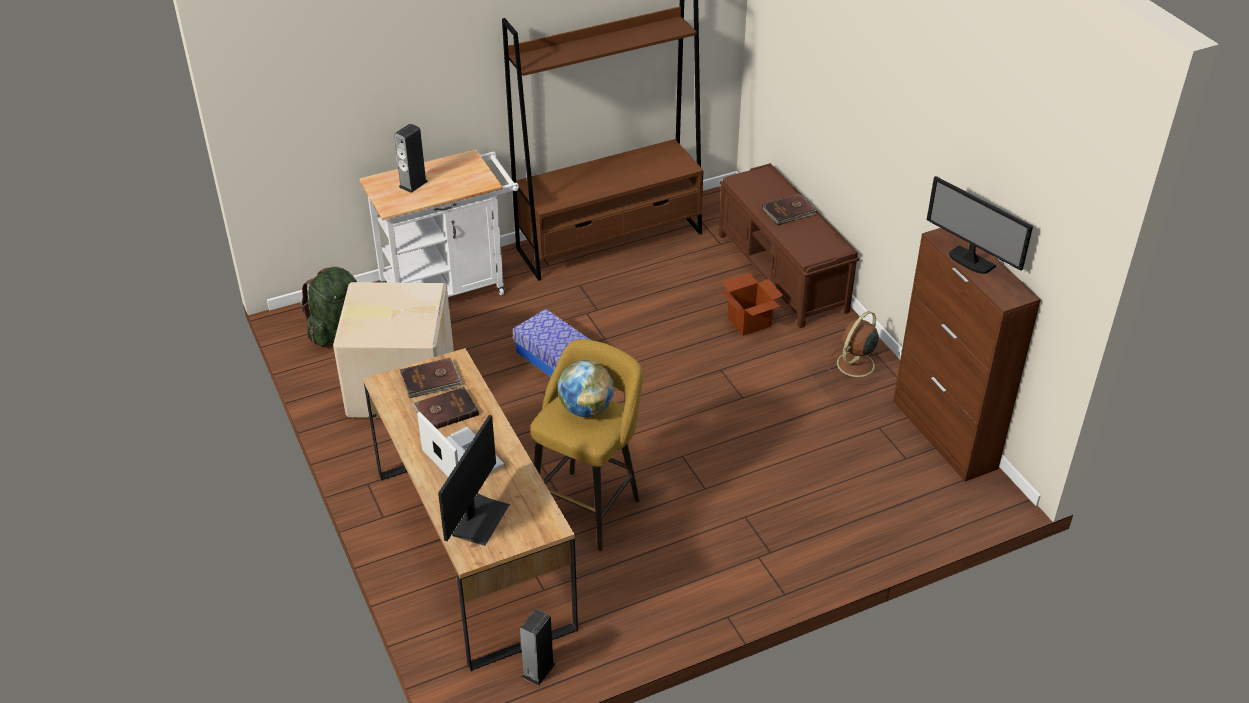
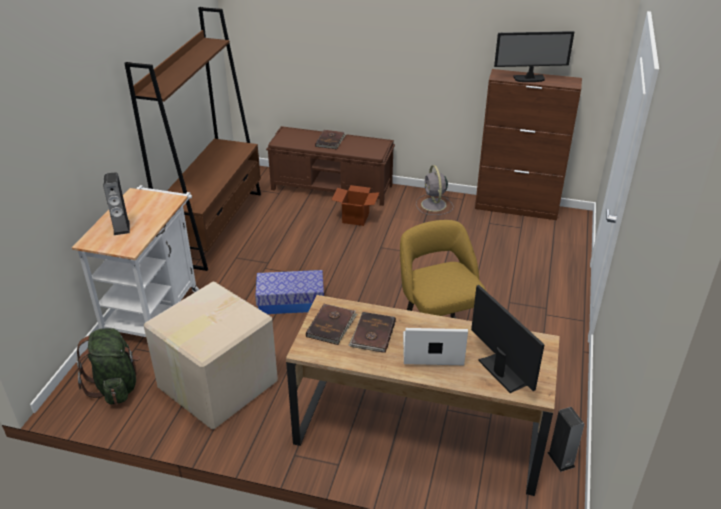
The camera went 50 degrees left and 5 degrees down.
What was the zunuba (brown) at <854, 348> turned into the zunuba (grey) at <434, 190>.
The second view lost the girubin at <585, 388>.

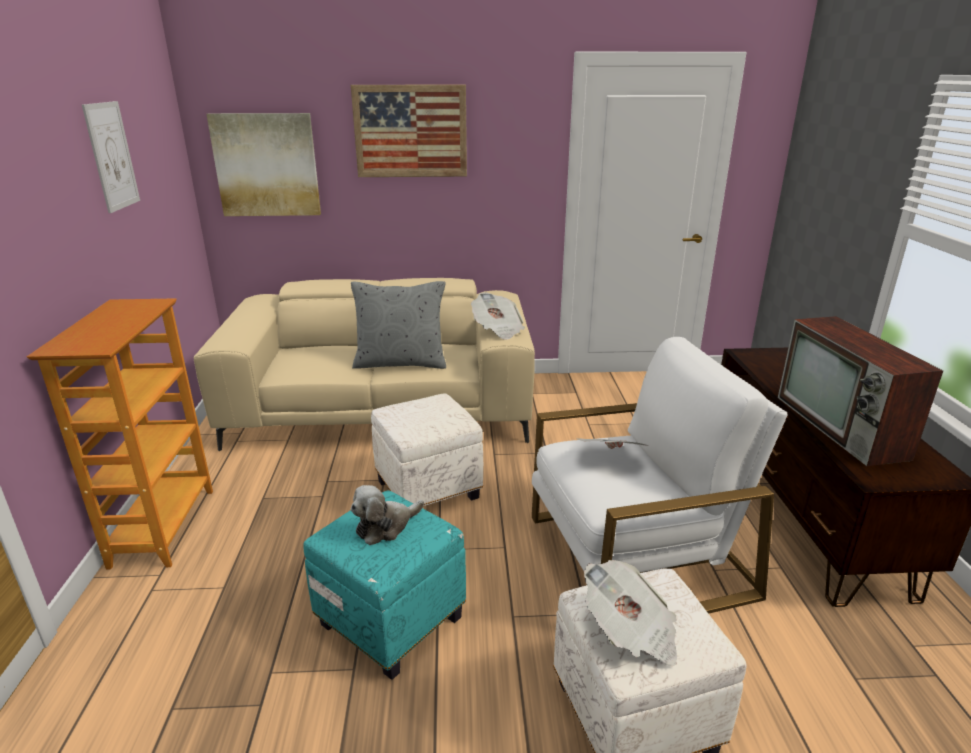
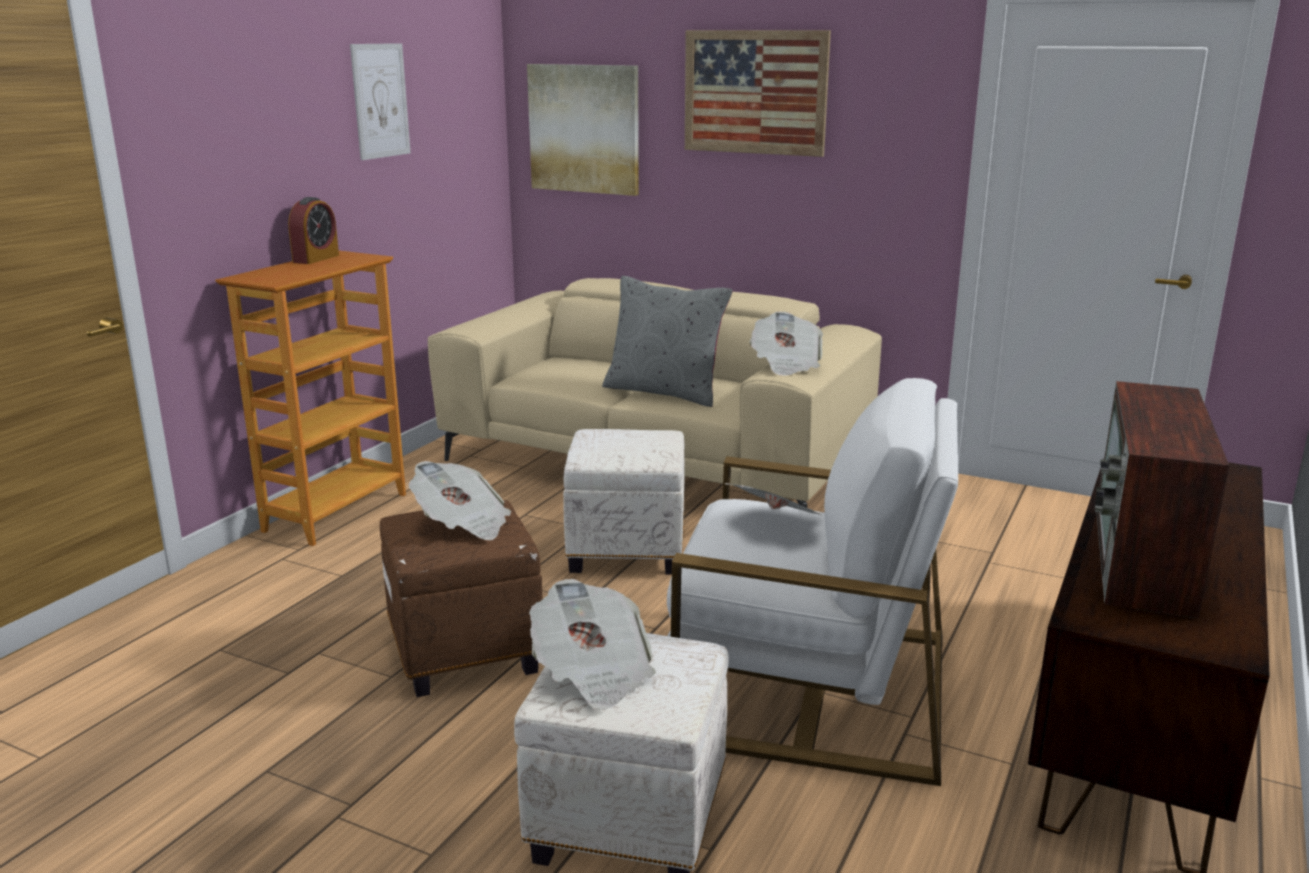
The camera went 30 degrees right and 5 degrees down.
Where the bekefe stood at <387, 515>, the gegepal came to stand at <459, 500>.
What was the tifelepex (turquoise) at <384, 585> turned into the tifelepex (brown) at <461, 598>.
The second view gained the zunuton at <313, 230>.

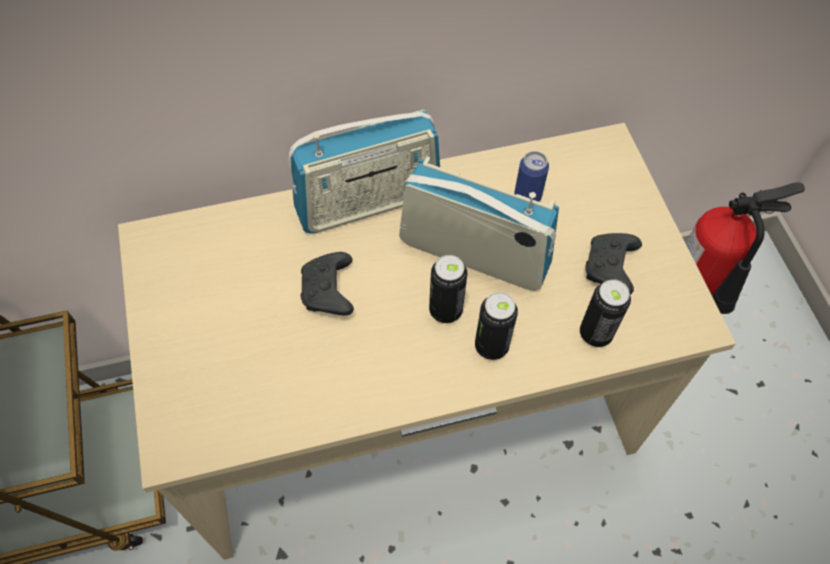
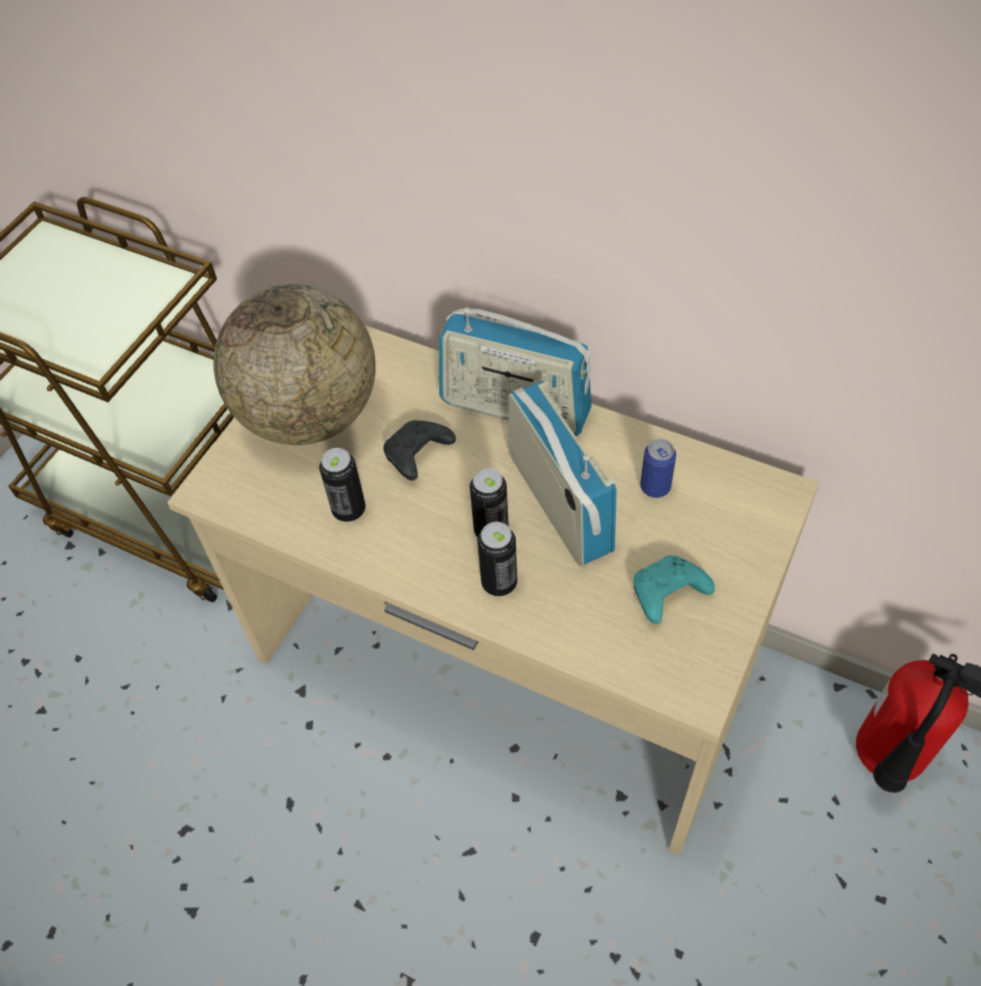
The camera went 45 degrees right and 5 degrees down.
What was the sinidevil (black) at <614, 264> turned into the sinidevil (turquoise) at <674, 589>.
The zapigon ended up elsewhere, having gone from <605, 313> to <342, 485>.
The second view gained the girubin at <294, 364>.

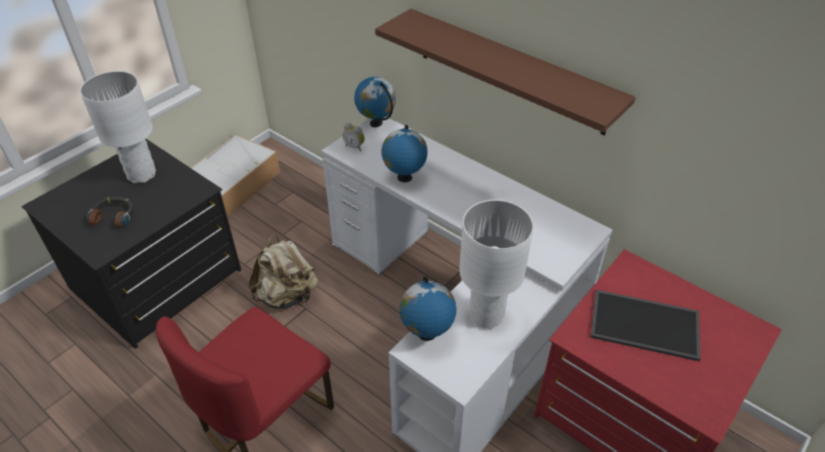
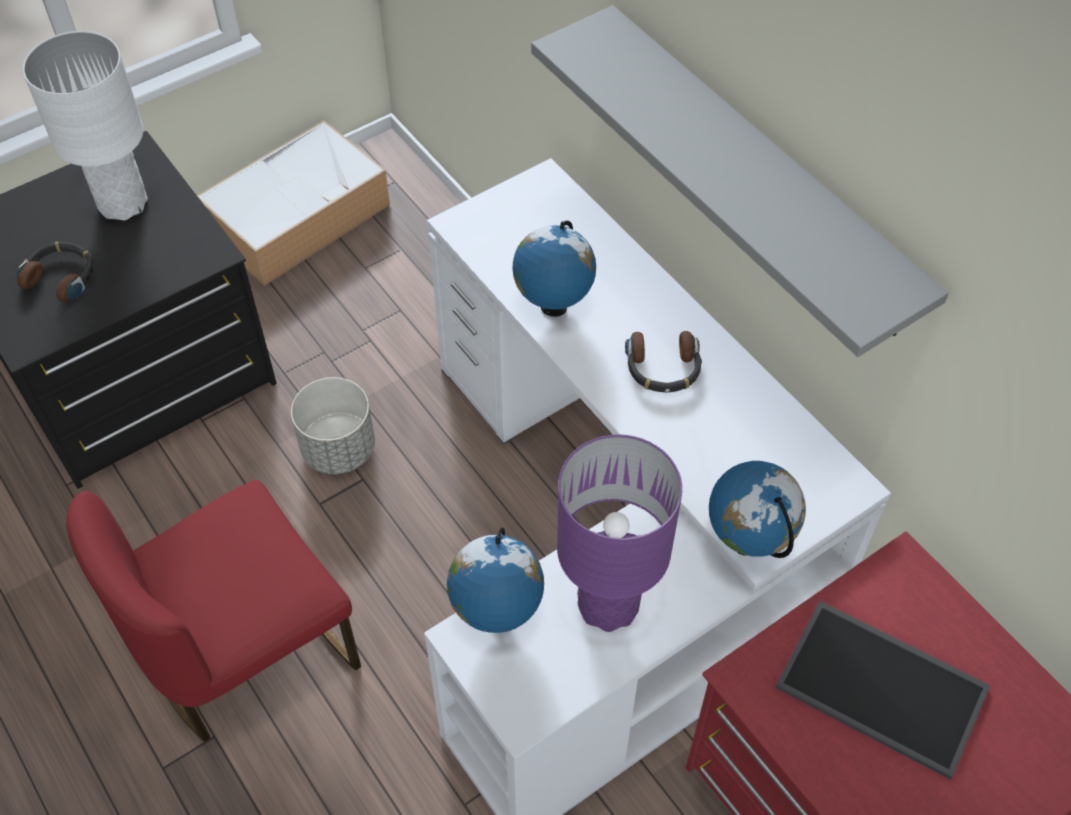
The camera went 15 degrees right and 10 degrees up.
What was the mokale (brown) at <505, 72> turned into the mokale (grey) at <740, 181>.
The girubin ended up elsewhere, having gone from <375, 102> to <757, 509>.
The second view lost the zunuton at <354, 137>.
What was the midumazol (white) at <496, 264> turned into the midumazol (purple) at <619, 533>.
Where the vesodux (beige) stood at <283, 271>, the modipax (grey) came to stand at <333, 425>.
The second view gained the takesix at <663, 361>.

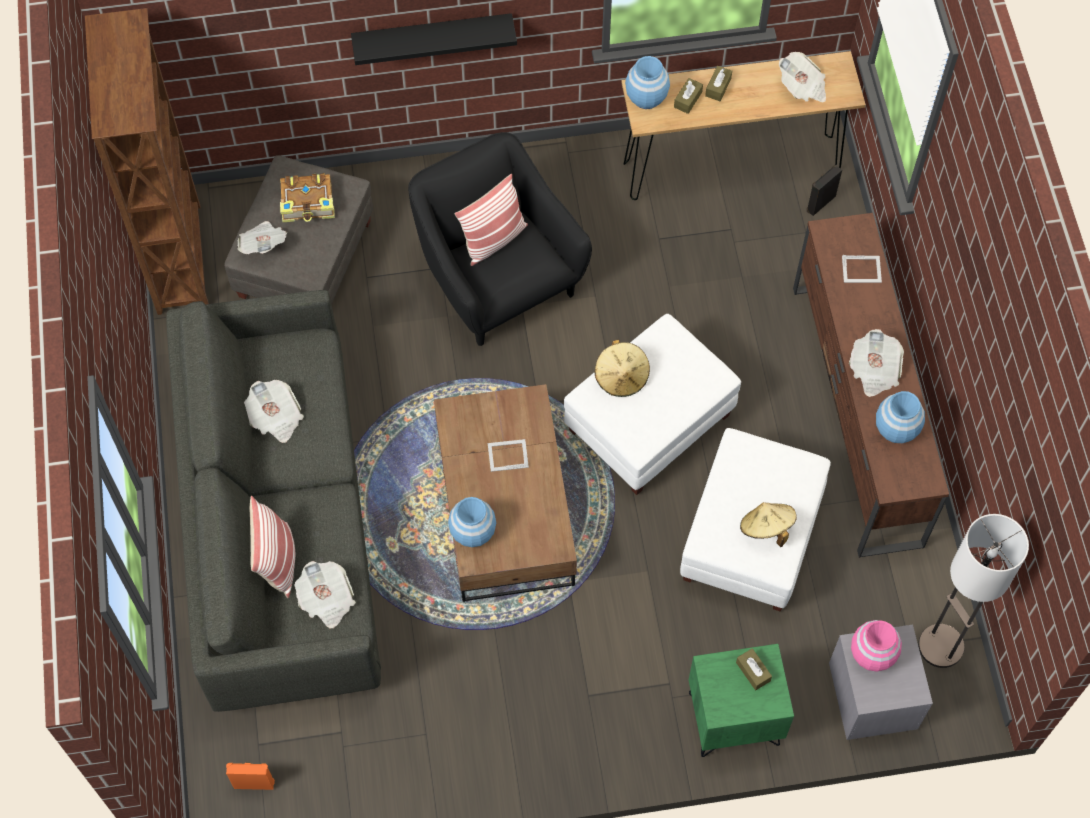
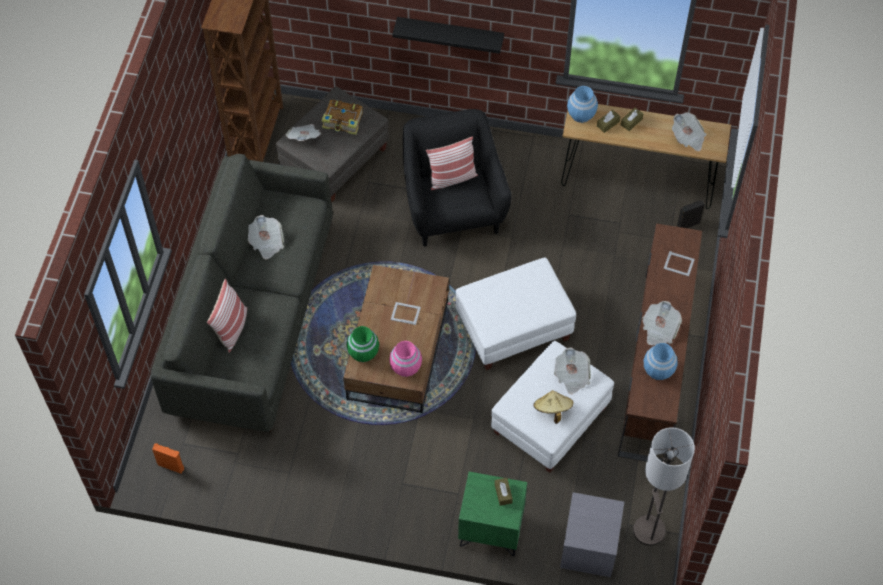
The camera went 20 degrees right and 5 degrees down.
The second view lost the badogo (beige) at <622, 368>.
What was the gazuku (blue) at <472, 522> turned into the gazuku (green) at <363, 344>.
The gegepal ended up elsewhere, having gone from <325, 594> to <572, 370>.
The gazuku (pink) ended up elsewhere, having gone from <876, 646> to <405, 359>.

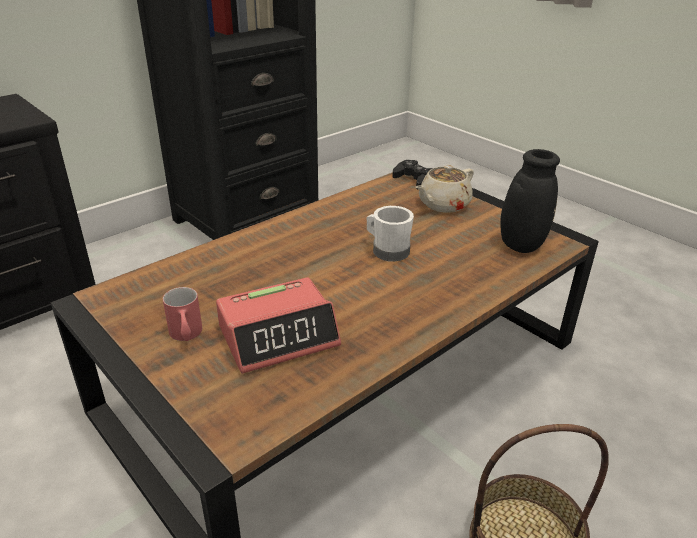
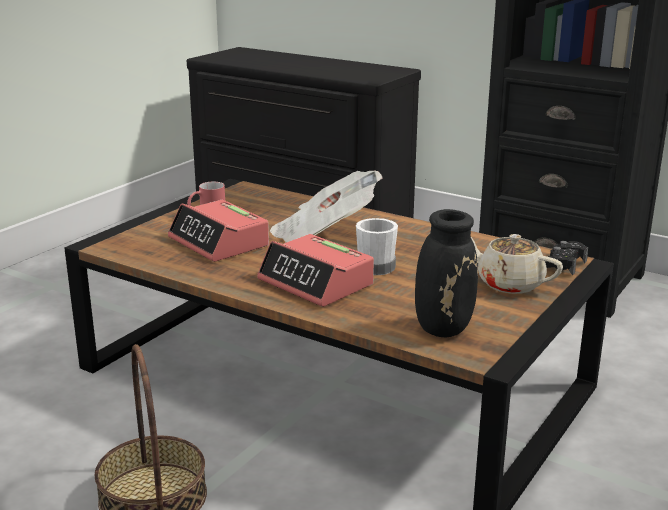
The camera went 75 degrees right and 10 degrees down.
The second view gained the gegepal at <326, 206>.
The second view gained the zunuton at <315, 270>.

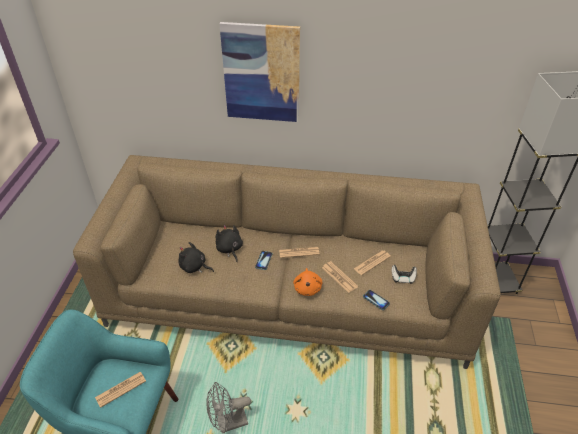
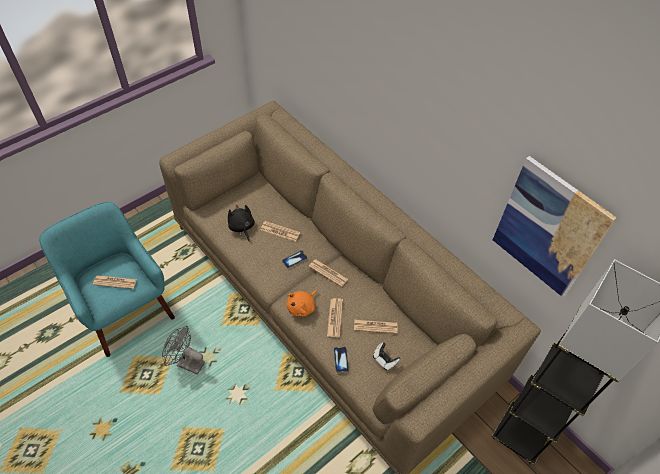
The camera went 40 degrees right and 10 degrees up.
The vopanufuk ended up elsewhere, having gone from <260, 72> to <555, 226>.
Where the bekefe (black) stood at <229, 243>, the gegepal came to stand at <280, 231>.

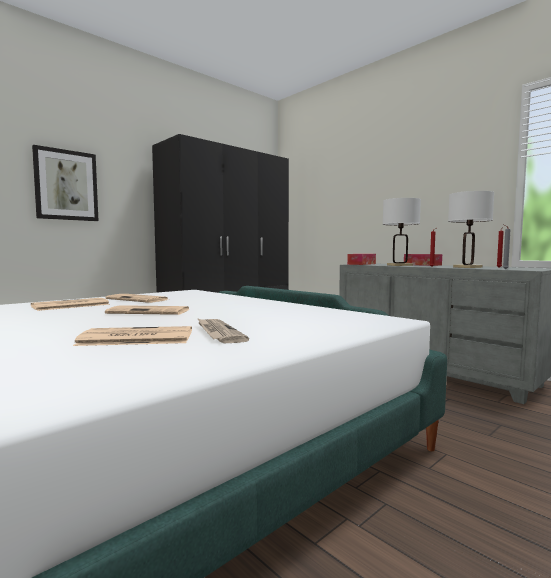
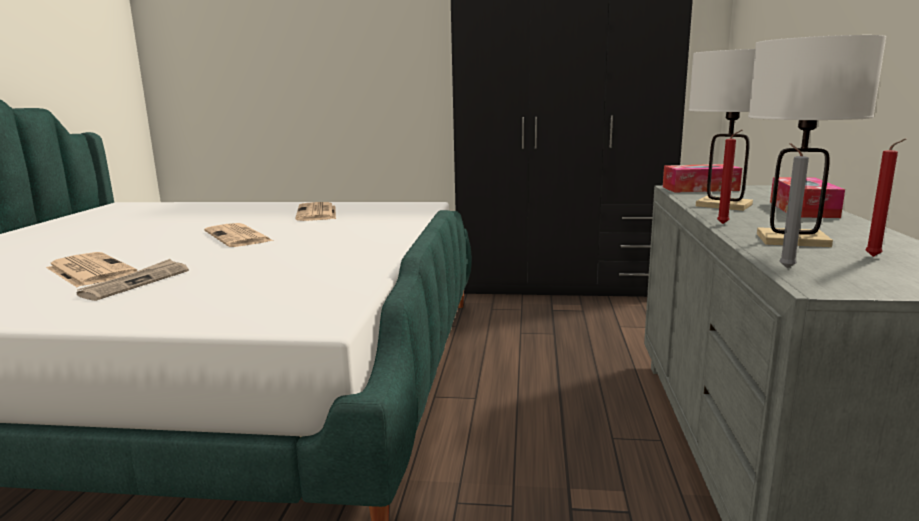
The camera went 50 degrees right and 10 degrees up.
The second view lost the vopanufuk at <65, 183>.
The second view lost the gegepal at <70, 304>.

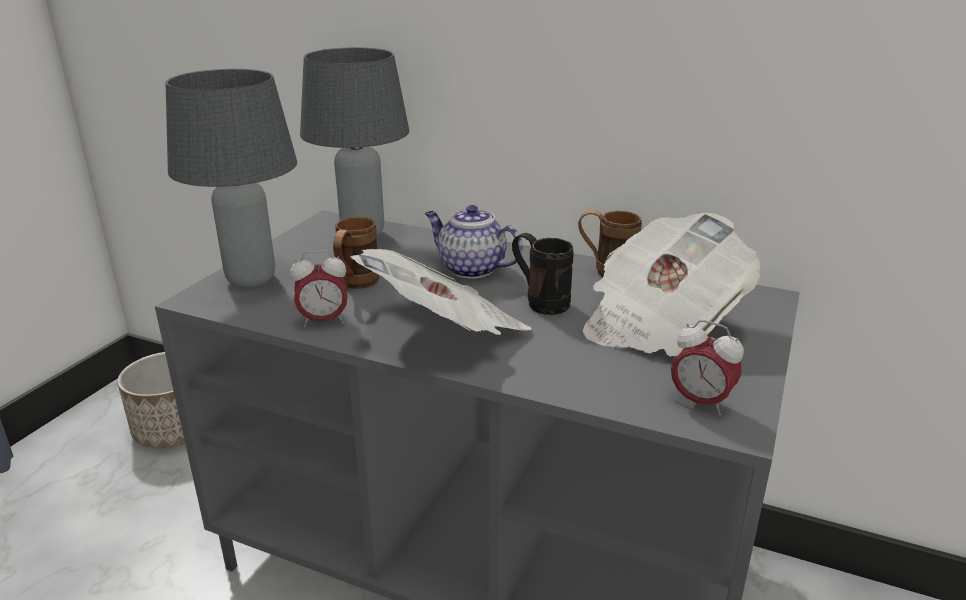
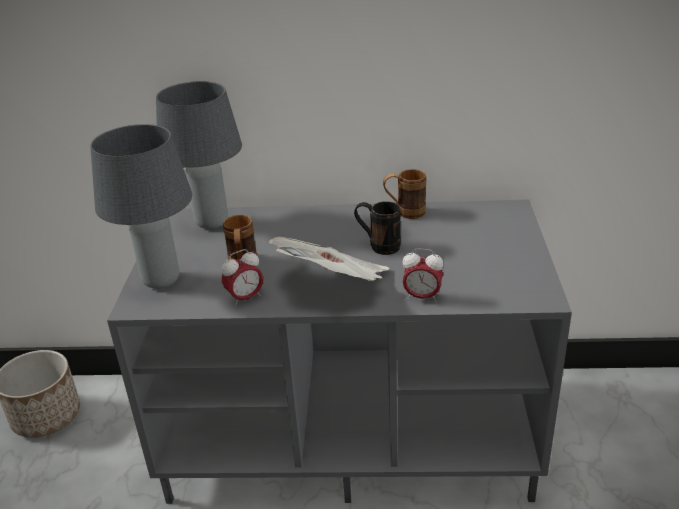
The camera went 20 degrees left and 5 degrees up.
The second view lost the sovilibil at <474, 242>.
The second view lost the gegepal at <671, 285>.
The zunuton ended up elsewhere, having gone from <707, 367> to <422, 275>.

